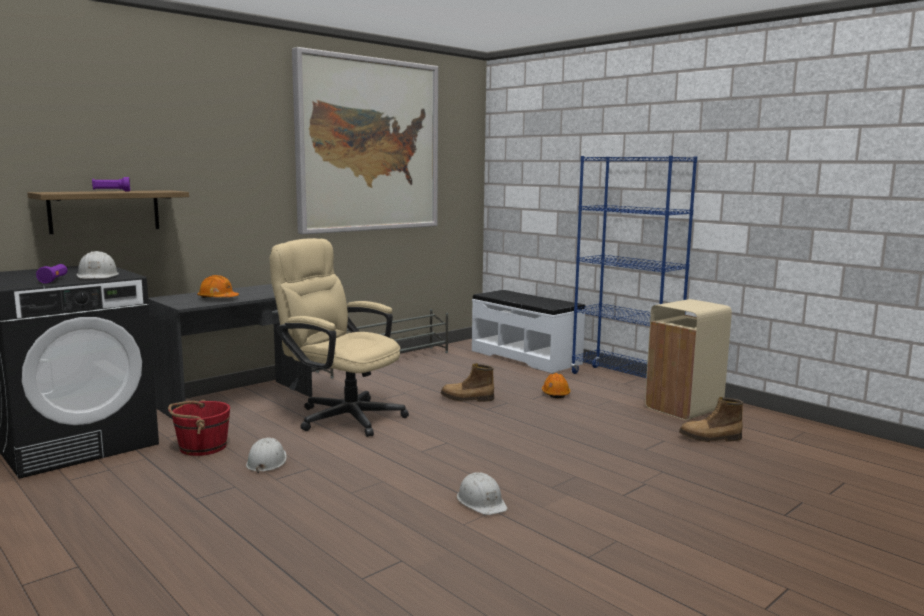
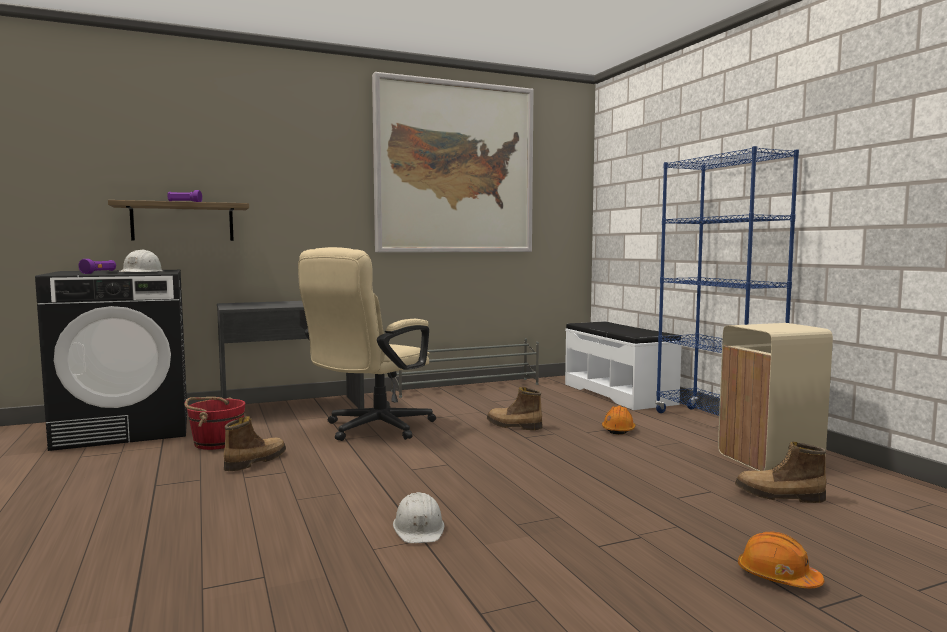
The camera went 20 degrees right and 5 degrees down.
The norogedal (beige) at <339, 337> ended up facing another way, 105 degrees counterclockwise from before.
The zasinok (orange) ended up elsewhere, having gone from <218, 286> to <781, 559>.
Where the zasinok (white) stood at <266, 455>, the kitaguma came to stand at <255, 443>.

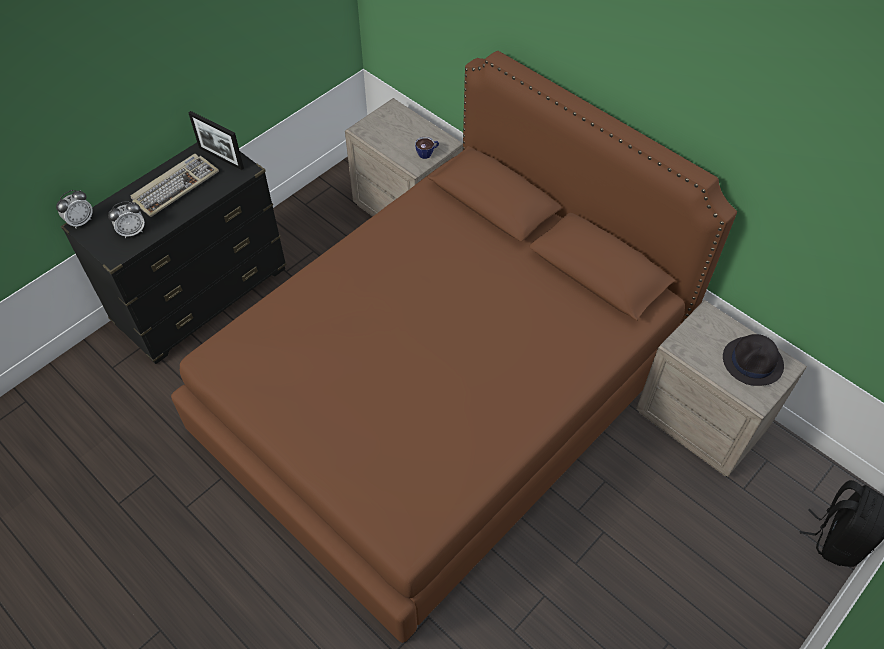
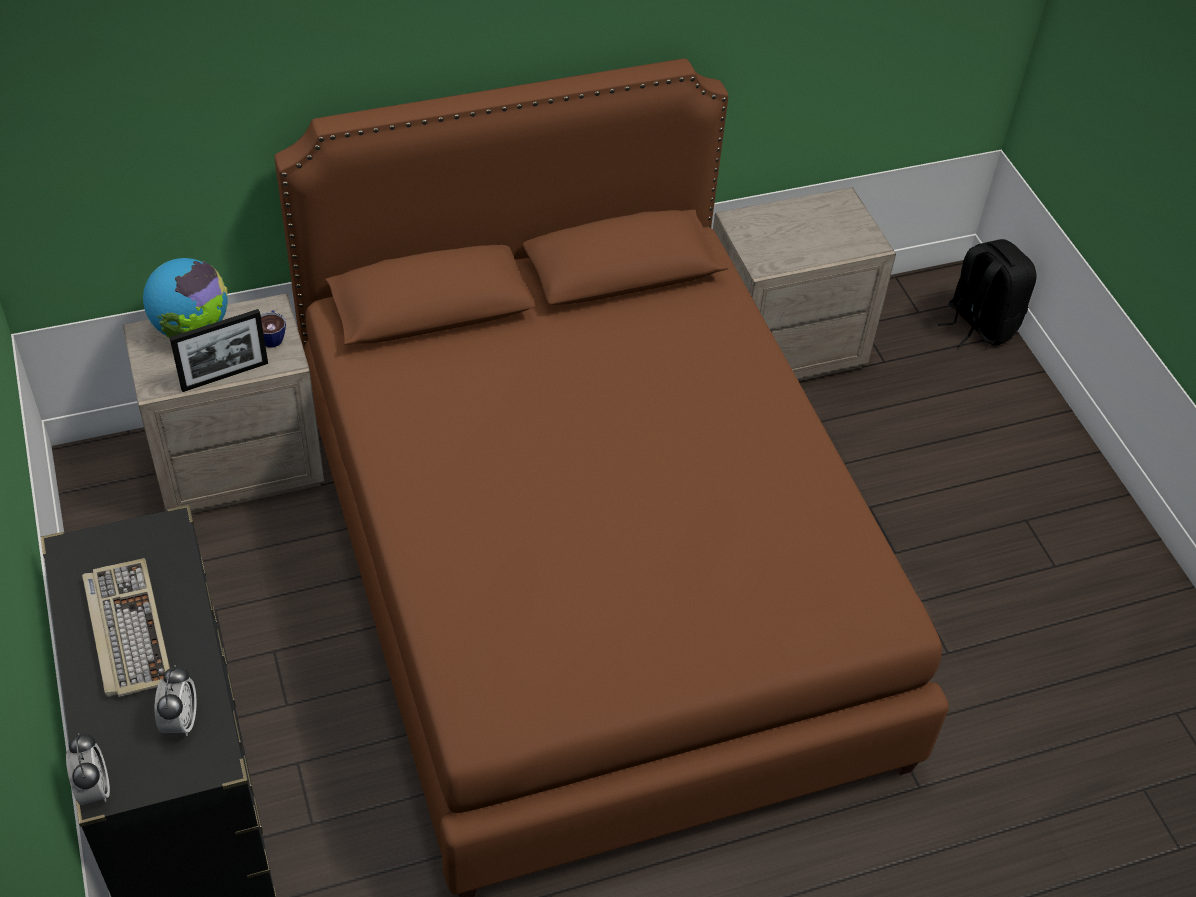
The camera went 65 degrees left and 5 degrees down.
The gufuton ended up elsewhere, having gone from <216, 140> to <219, 350>.
The second view lost the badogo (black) at <753, 360>.
The second view gained the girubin at <185, 298>.

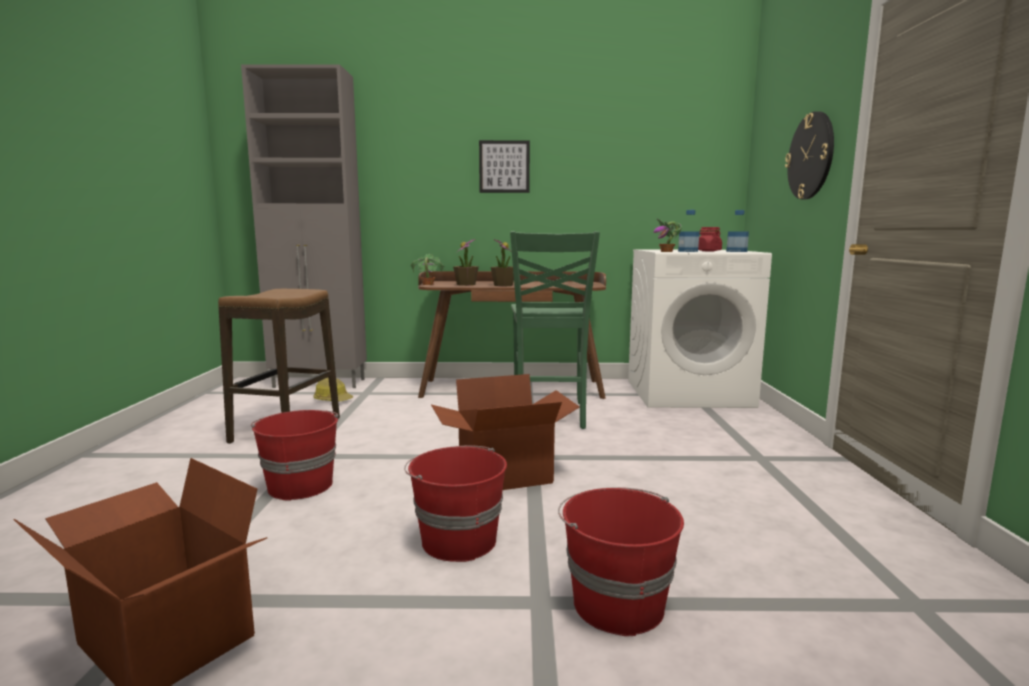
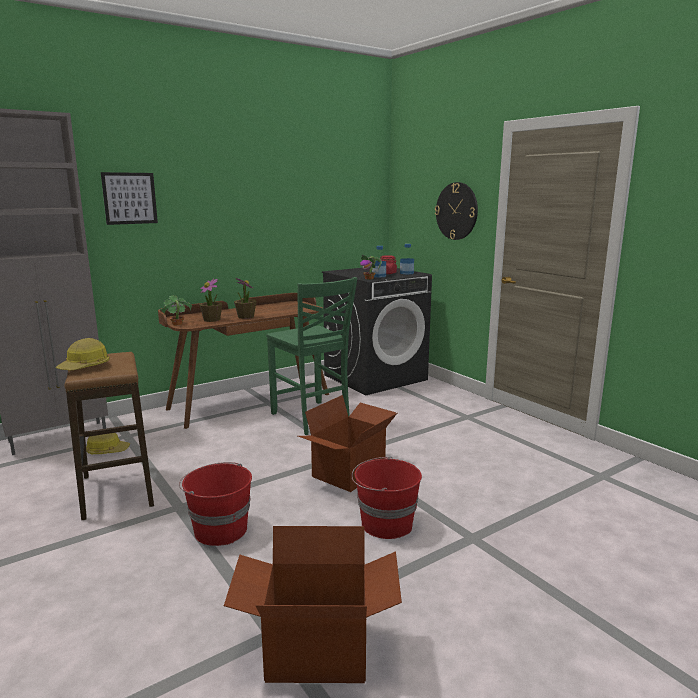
The camera went 35 degrees left and 5 degrees up.
The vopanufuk ended up elsewhere, having gone from <504, 166> to <129, 198>.
What was the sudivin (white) at <700, 328> turned into the sudivin (black) at <377, 331>.
The second view lost the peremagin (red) at <621, 561>.
The second view gained the zasinok at <83, 354>.

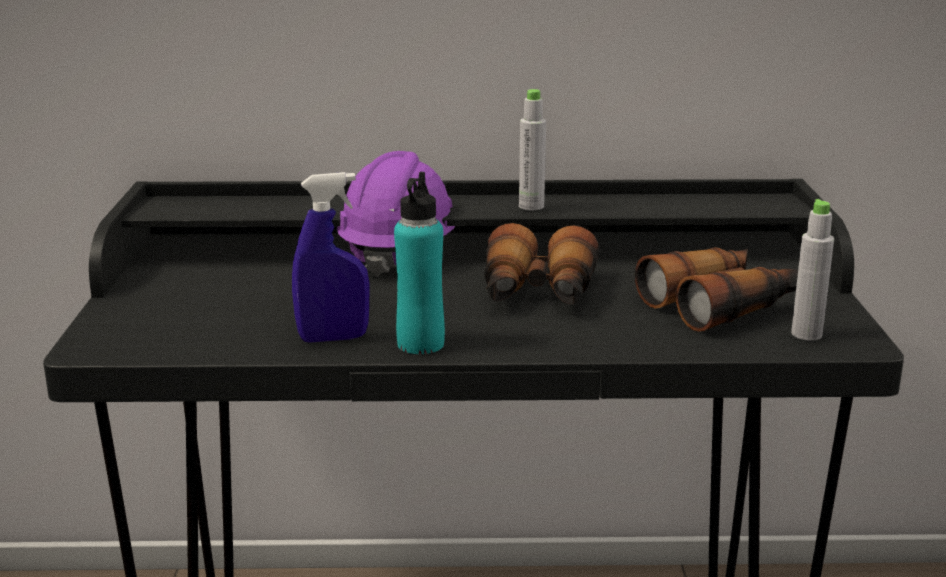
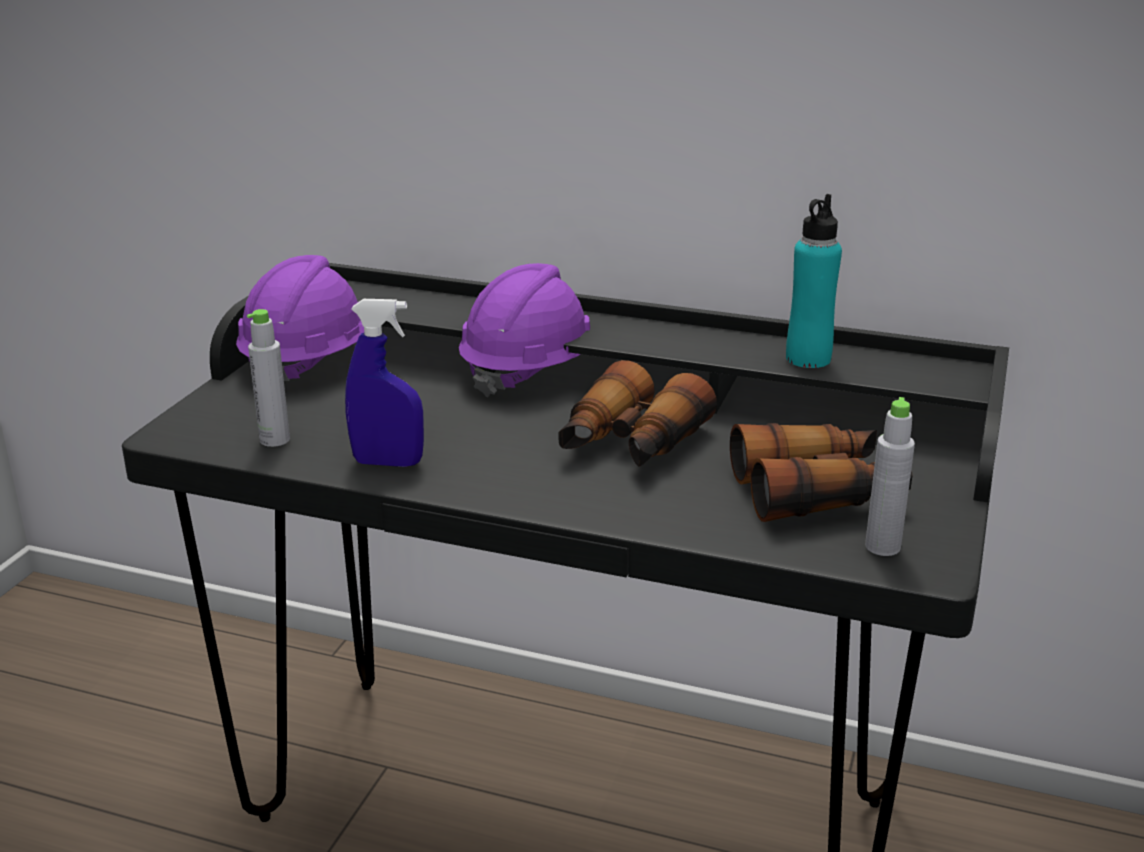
The camera went 20 degrees right and 5 degrees up.
The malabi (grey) ended up elsewhere, having gone from <532, 149> to <268, 378>.
The malabi (turquoise) ended up elsewhere, having gone from <419, 263> to <814, 281>.
The second view gained the zasinok (purple) at <300, 318>.

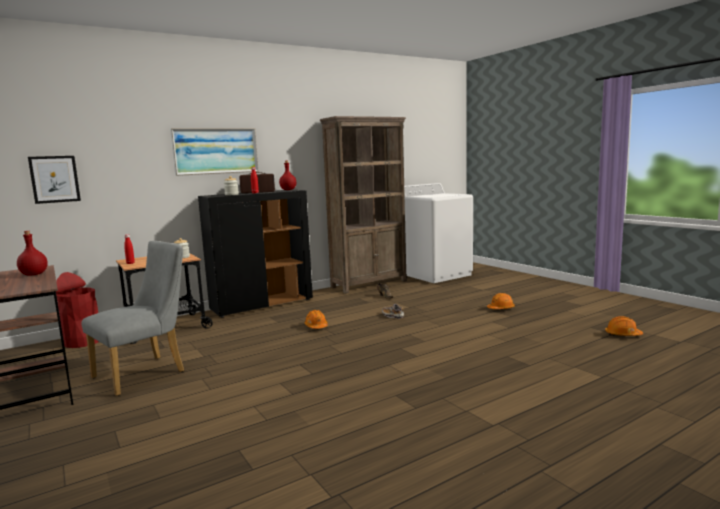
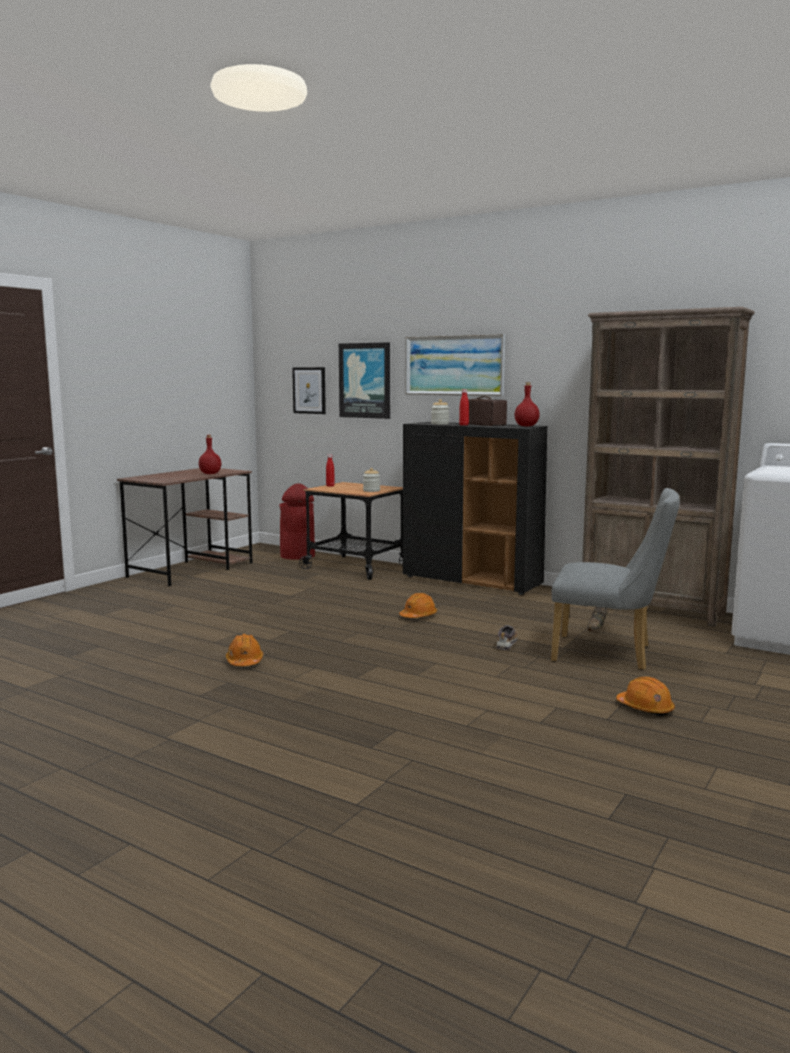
The camera went 65 degrees right and 0 degrees up.
The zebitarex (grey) ended up elsewhere, having gone from <133, 318> to <615, 579>.
The zasinok (orange) ended up elsewhere, having gone from <624, 326> to <244, 650>.
The second view gained the vopanufuk at <364, 380>.

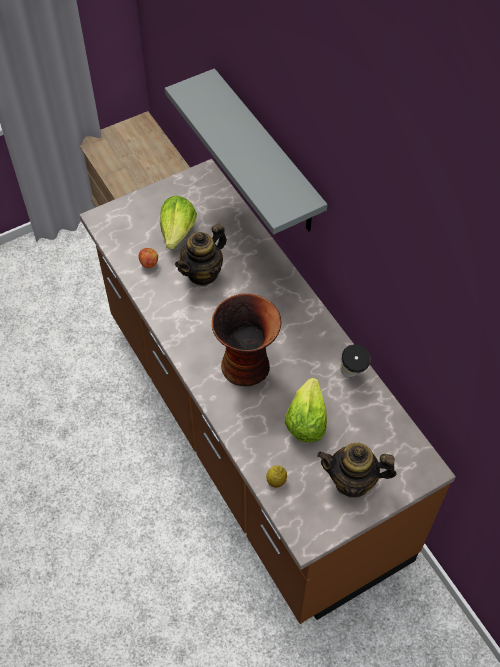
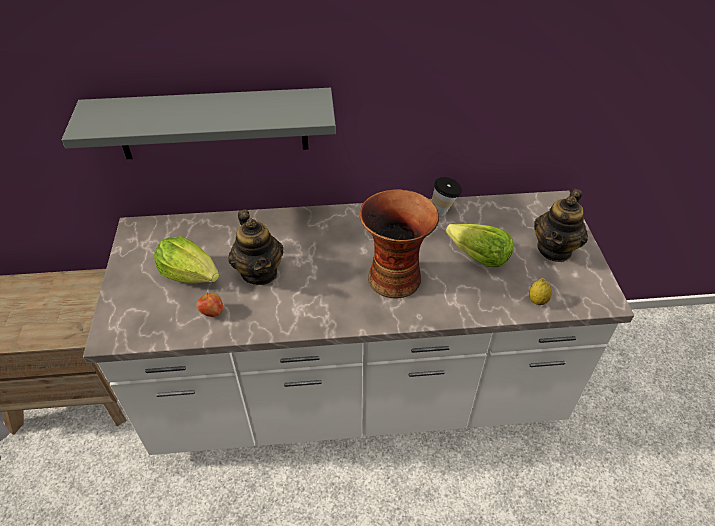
The camera went 65 degrees left and 10 degrees down.
What was the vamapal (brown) at <267, 391> turned into the vamapal (white) at <358, 323>.

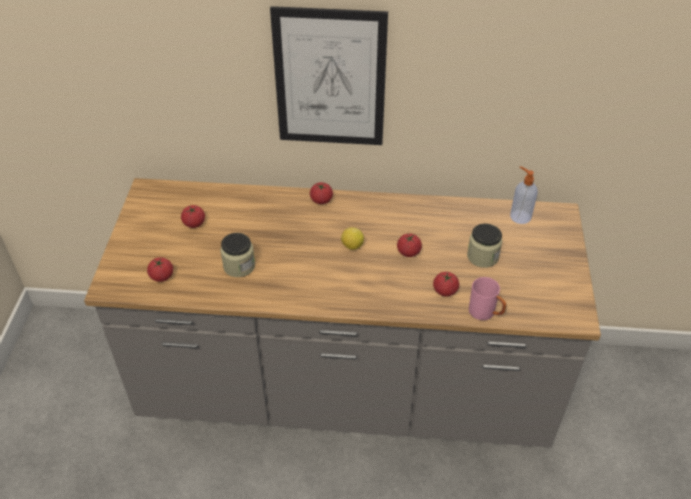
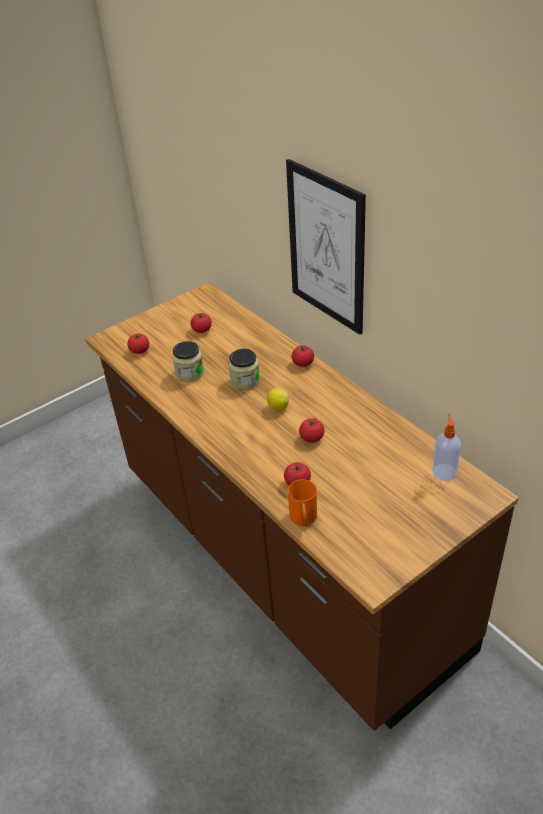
The camera went 50 degrees right and 5 degrees down.
What was the vamapal (grey) at <342, 312> turned into the vamapal (brown) at <302, 506>.
The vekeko ended up elsewhere, having gone from <484, 246> to <244, 369>.
What was the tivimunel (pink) at <488, 298> turned into the tivimunel (orange) at <302, 502>.

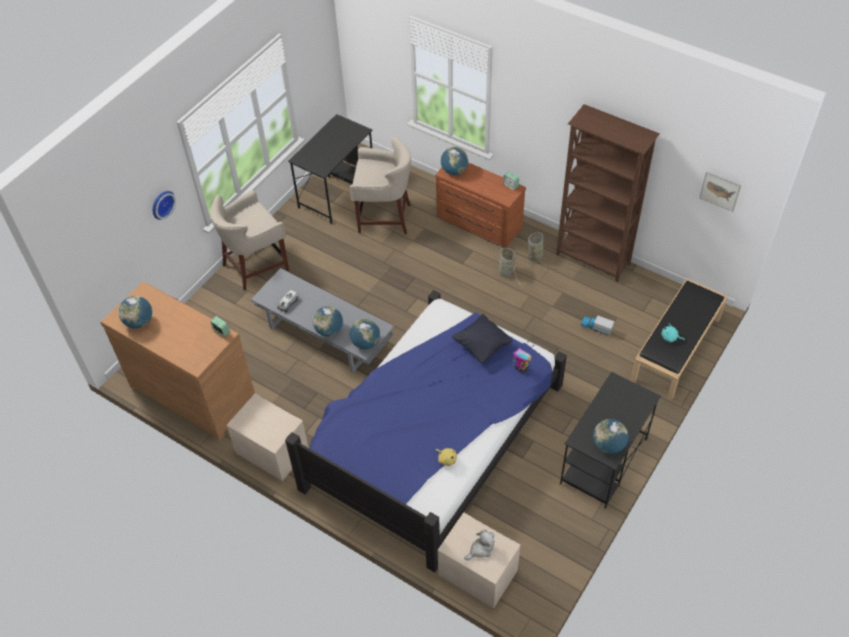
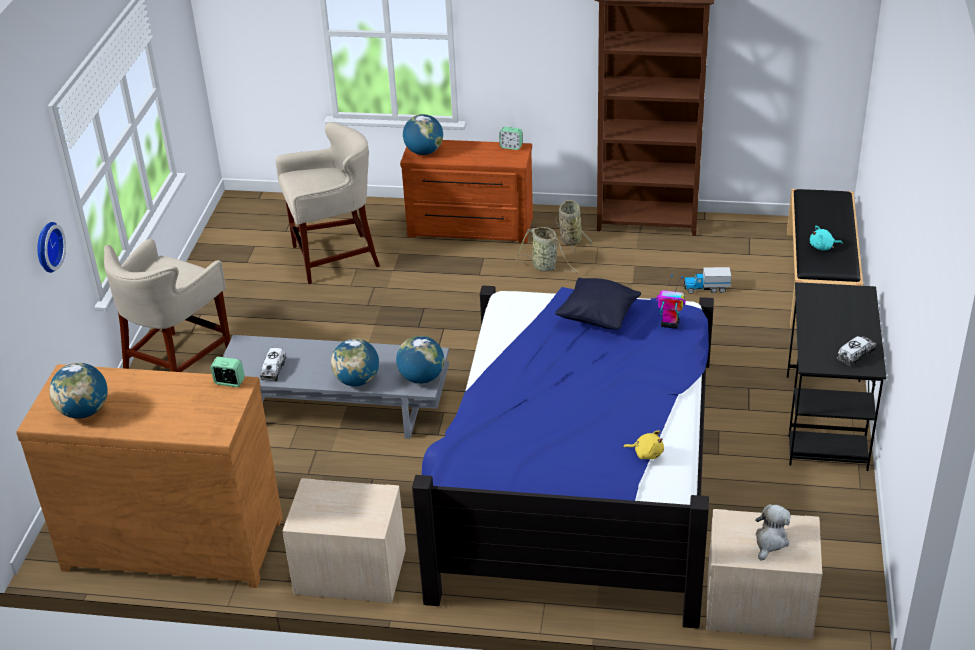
The camera went 25 degrees left and 15 degrees down.
The second view lost the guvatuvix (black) at <330, 169>.
The second view lost the vopanufuk at <720, 191>.
Where the girubin stood at <610, 436>, the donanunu came to stand at <856, 351>.

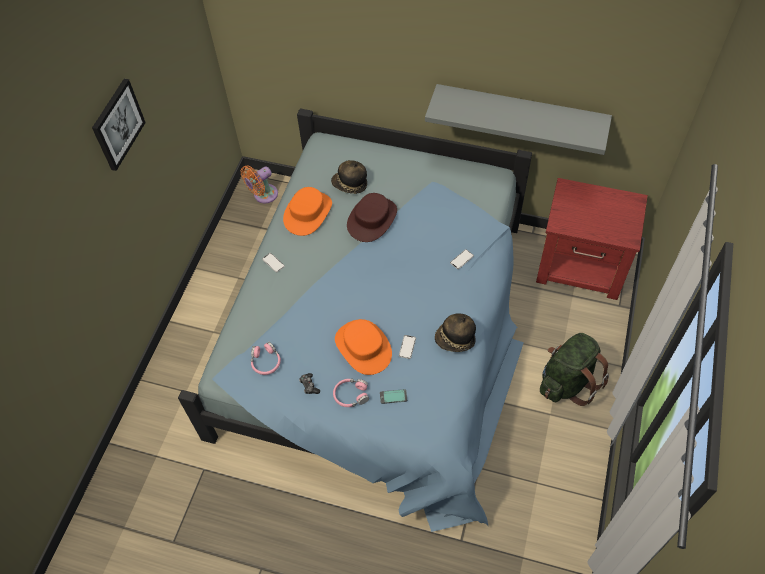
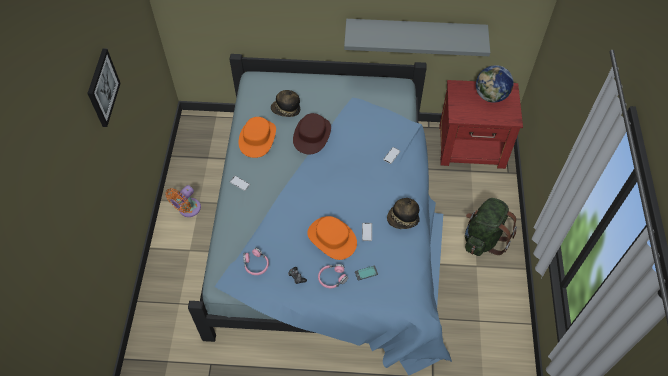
The camera went 15 degrees left and 0 degrees up.
The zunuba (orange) ended up elsewhere, having gone from <259, 184> to <183, 201>.
The second view gained the girubin at <495, 84>.

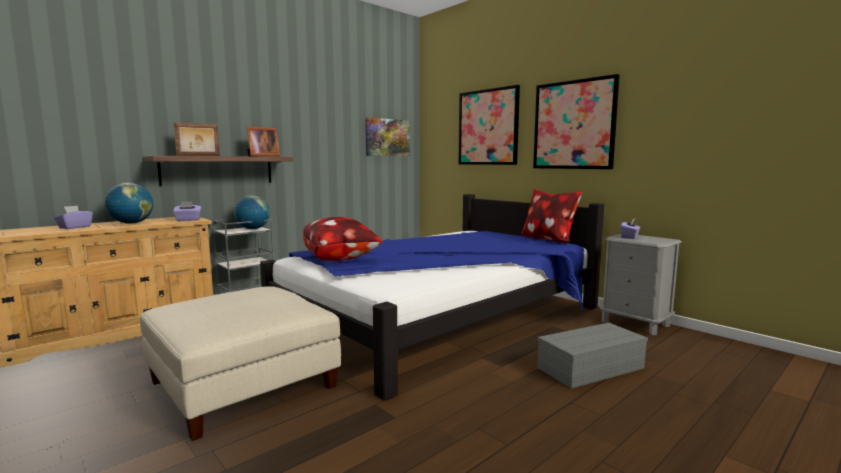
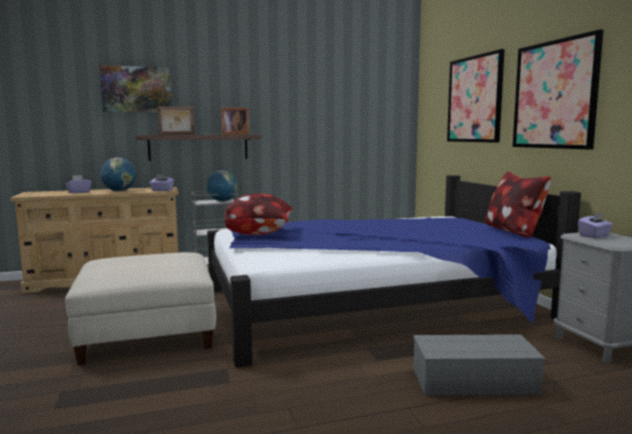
The camera went 25 degrees right and 0 degrees up.
The vopanufuk ended up elsewhere, having gone from <387, 136> to <136, 88>.

